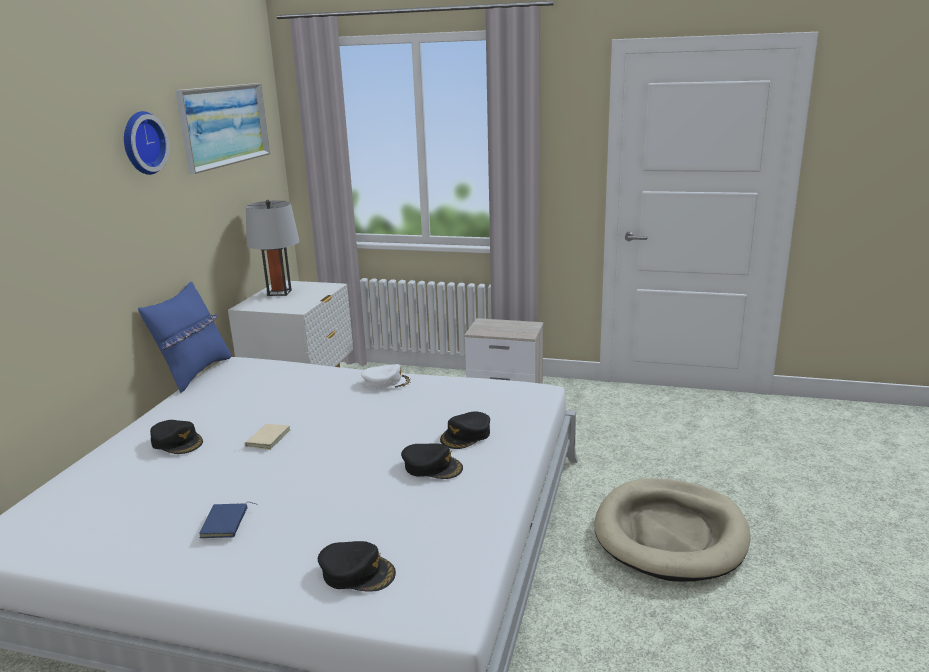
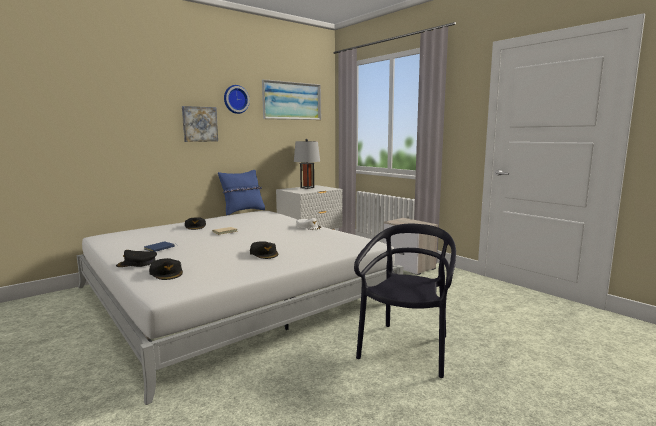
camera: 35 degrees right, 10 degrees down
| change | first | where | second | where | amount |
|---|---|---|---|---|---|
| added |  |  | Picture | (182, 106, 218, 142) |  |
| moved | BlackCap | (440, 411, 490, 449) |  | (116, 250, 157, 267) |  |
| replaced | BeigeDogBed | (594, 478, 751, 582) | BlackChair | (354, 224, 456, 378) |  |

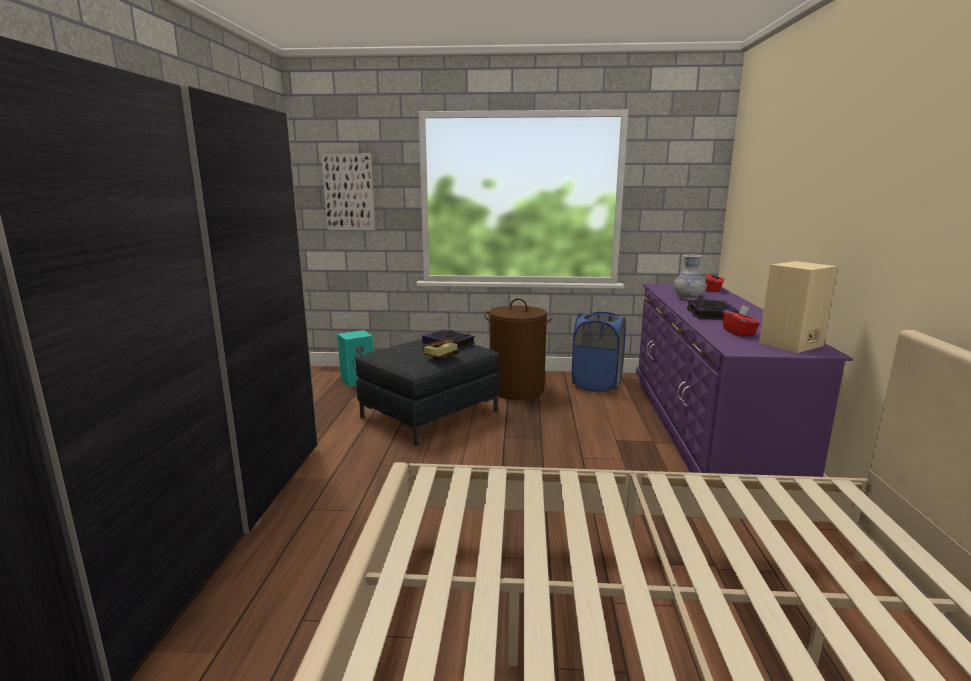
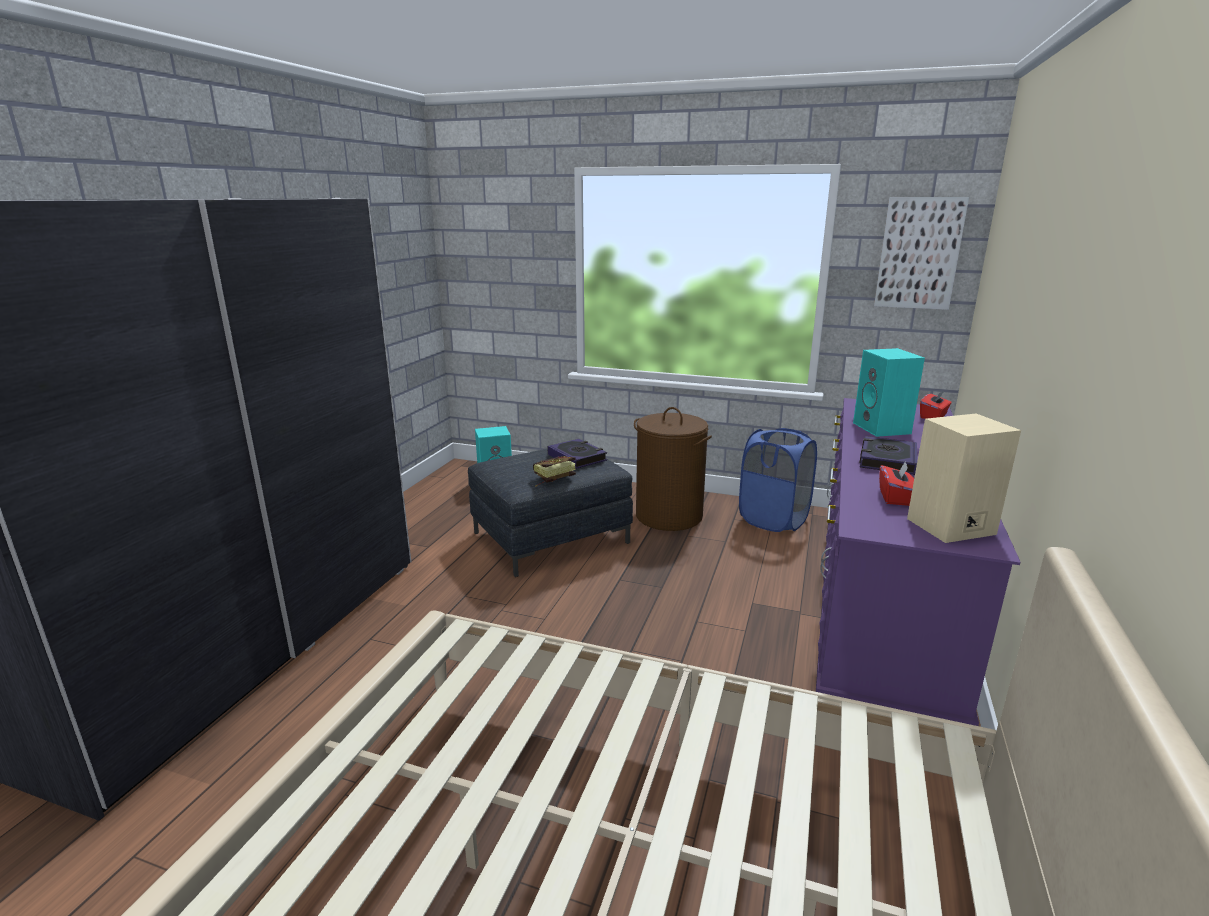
camera: 15 degrees right, 5 degrees up
| change | first | where | second | where | amount |
|---|---|---|---|---|---|
| moved | Picture | (321, 153, 375, 230) |  | (874, 197, 969, 310) |  |
| replaced | Vase | (673, 255, 707, 300) | TurquoiseSpeaker | (853, 348, 925, 437) |  |

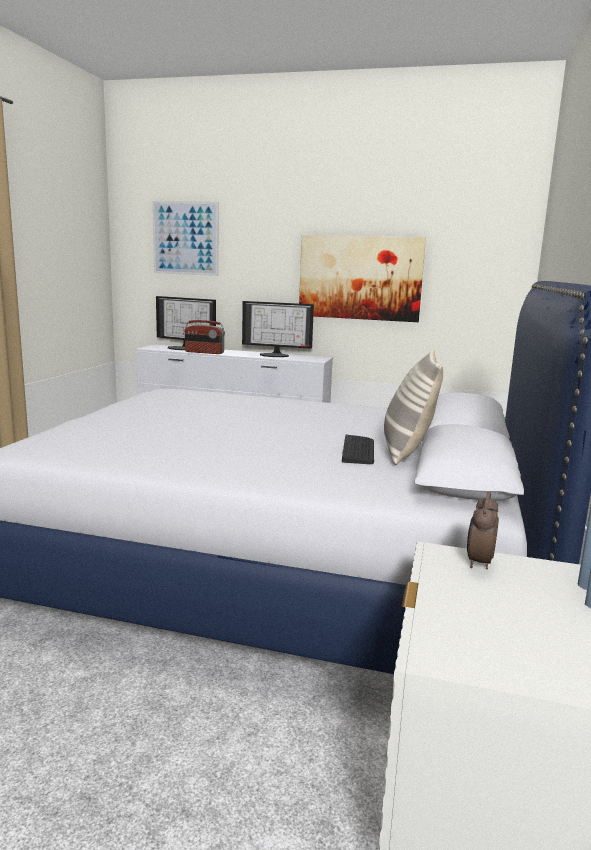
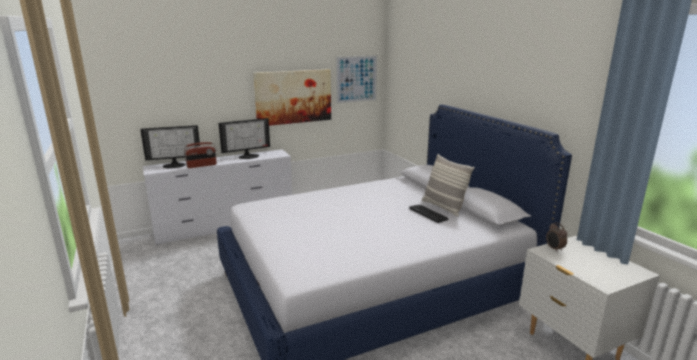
camera: 40 degrees left, 5 degrees up
| change | first | where | second | where | amount |
|---|---|---|---|---|---|
| moved | Picture | (152, 201, 218, 276) |  | (336, 55, 377, 104) |  |

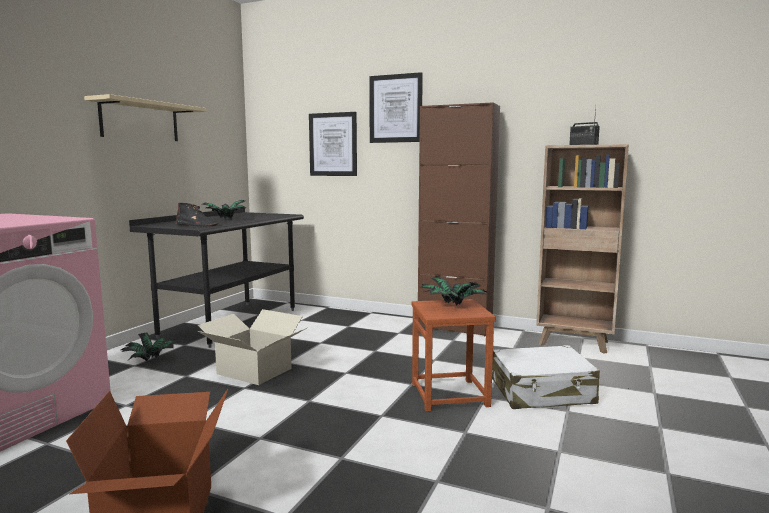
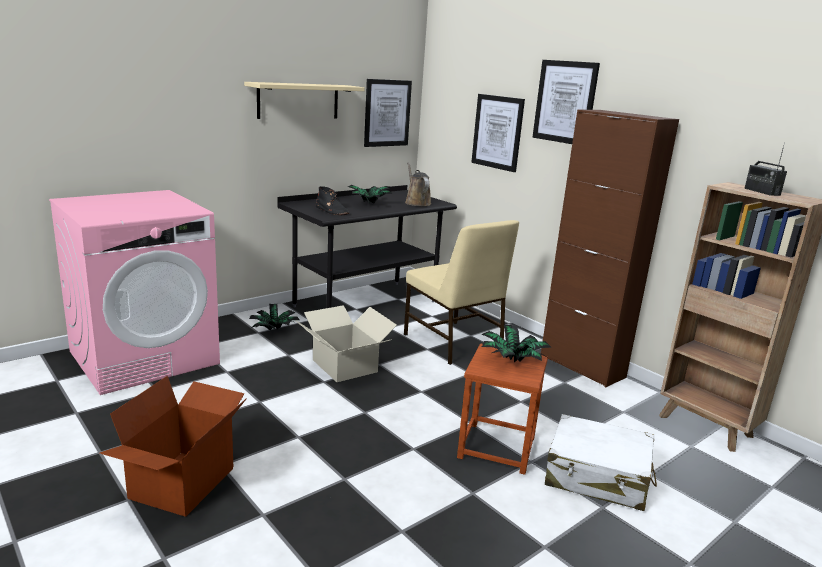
camera: 25 degrees right, 10 degrees up
| change | first | where | second | where | amount |
|---|---|---|---|---|---|
| added |  |  | Picture | (364, 79, 412, 147) |  |
| added |  |  | BeigeChair | (404, 220, 519, 365) |  |
| added |  |  | BrownWateringCan | (405, 162, 431, 206) |  |

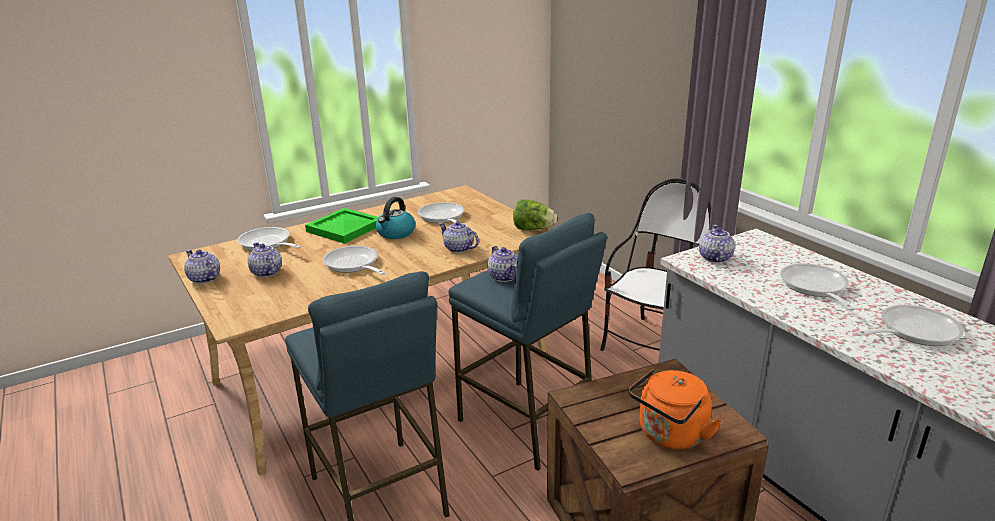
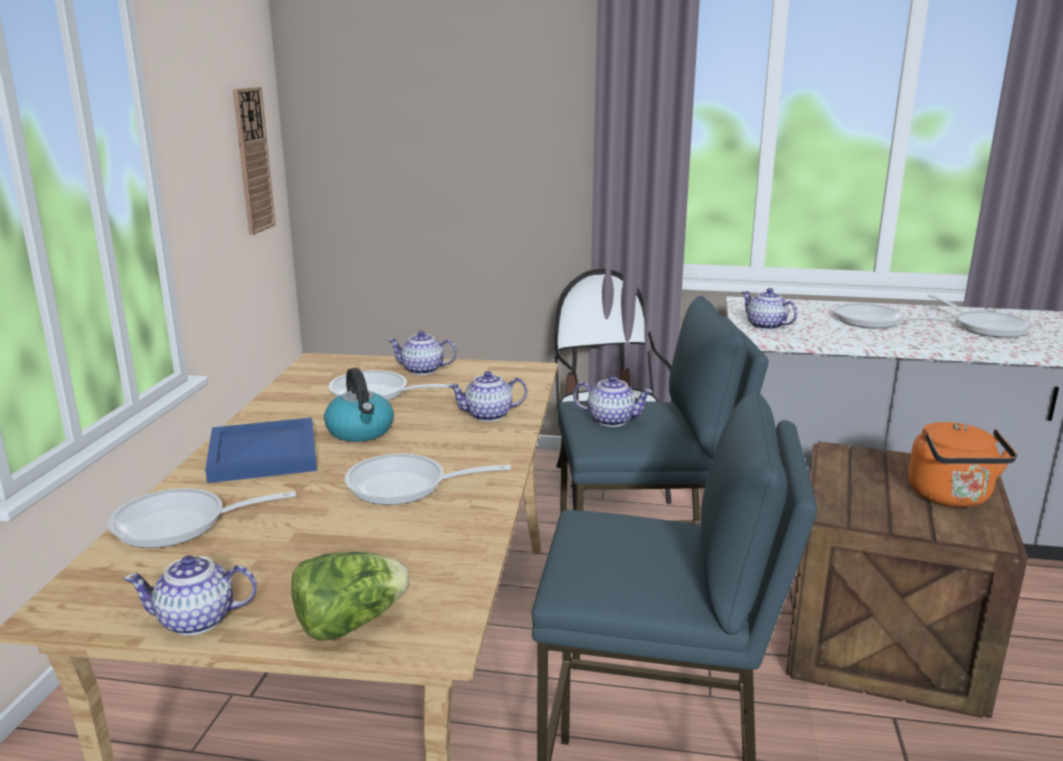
camera: 50 degrees left, 5 degrees down
| change | first | where | second | where | amount |
|---|---|---|---|---|---|
| added |  |  | WallClock | (233, 87, 276, 235) |  |
| moved | Teapot | (248, 242, 282, 277) |  | (387, 331, 457, 375) |  |
| moved | Lettuce | (513, 199, 557, 230) |  | (291, 552, 410, 641) |  |
| recoloured | GreenTray | (305, 208, 378, 244) | BlueTray | (205, 417, 317, 483) |  |
| turned | FryingPan | (855, 305, 964, 346) |  | (928, 294, 1033, 338) | 135 degrees clockwise |

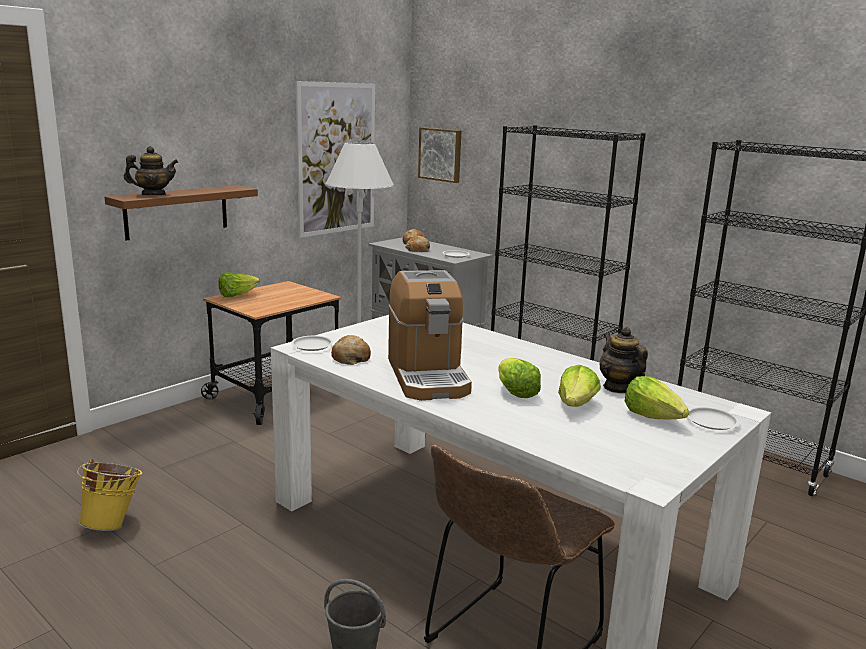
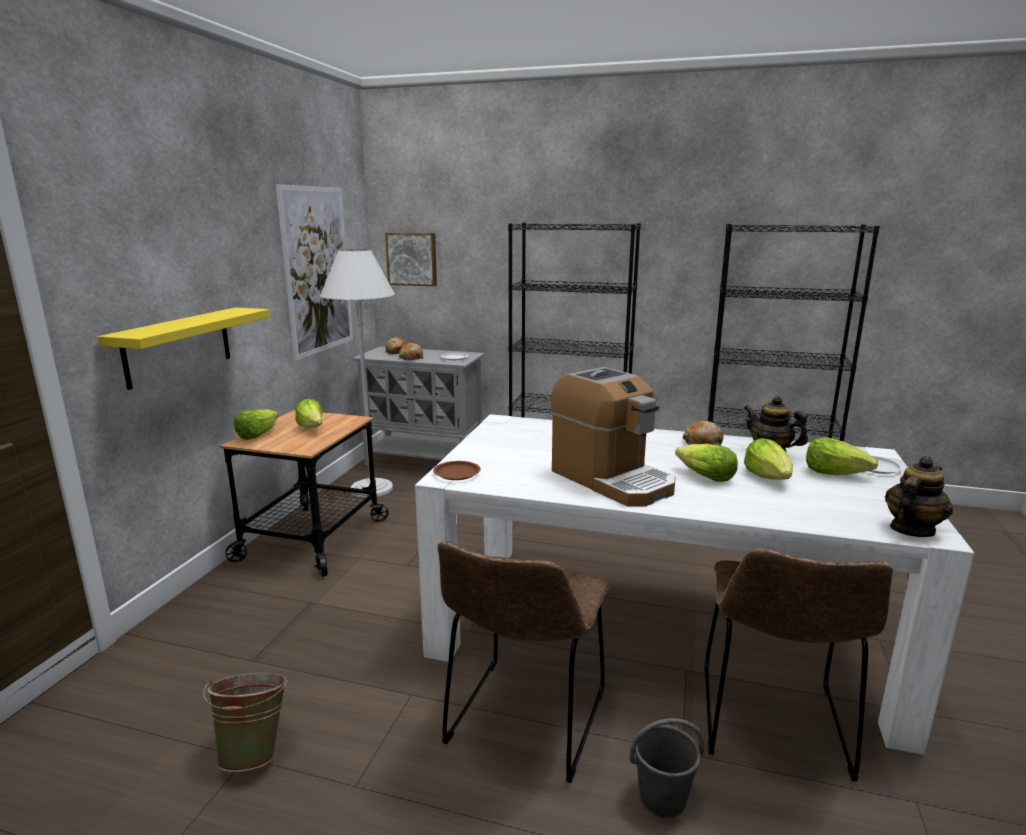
camera: 25 degrees left, 0 degrees up
| change | first | where | second | where | amount |
|---|---|---|---|---|---|
| added |  |  | Lettuce | (295, 399, 323, 428) |  |
| added |  |  | BrownChair | (438, 541, 610, 783) |  |
| moved | Teapot | (124, 146, 178, 195) |  | (885, 456, 953, 537) |  |
| moved | Bread | (331, 335, 371, 365) |  | (682, 421, 723, 446) |  |
| recoloured | YellowBucket | (77, 459, 142, 531) | GreenBucket | (203, 673, 288, 772) |  |
| recoloured | BrownShelf | (104, 185, 258, 241) | YellowShelf | (98, 308, 270, 390) |  |
| recoloured | WhitePlate | (291, 336, 333, 351) | BrownPlate | (433, 461, 481, 480) |  |

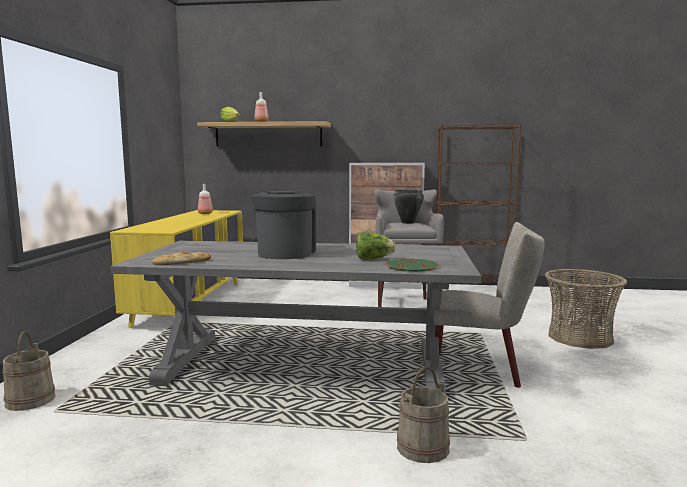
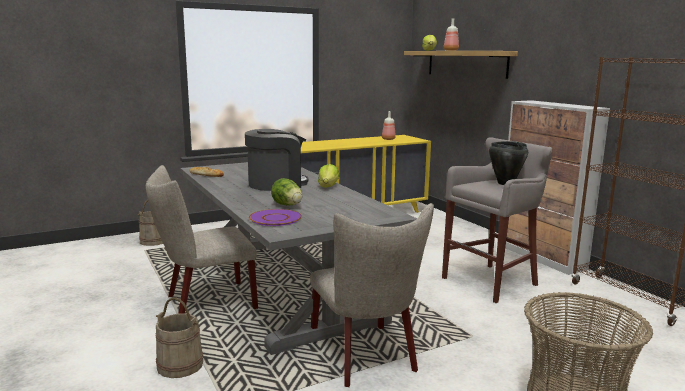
camera: 55 degrees right, 5 degrees up
| change | first | where | second | where | amount |
|---|---|---|---|---|---|
| added |  |  | BeigeChair | (146, 165, 258, 314) |  |
| added |  |  | Lettuce | (318, 164, 339, 187) |  |
| recoloured | GreenPlate | (385, 258, 439, 272) | PurplePlate | (249, 209, 302, 226) |  |

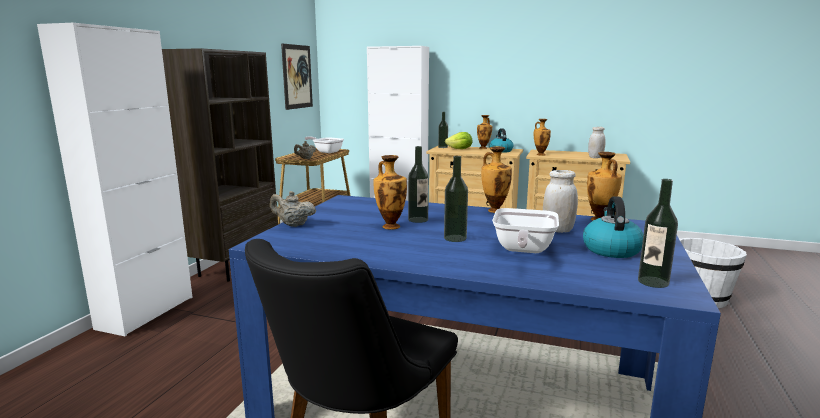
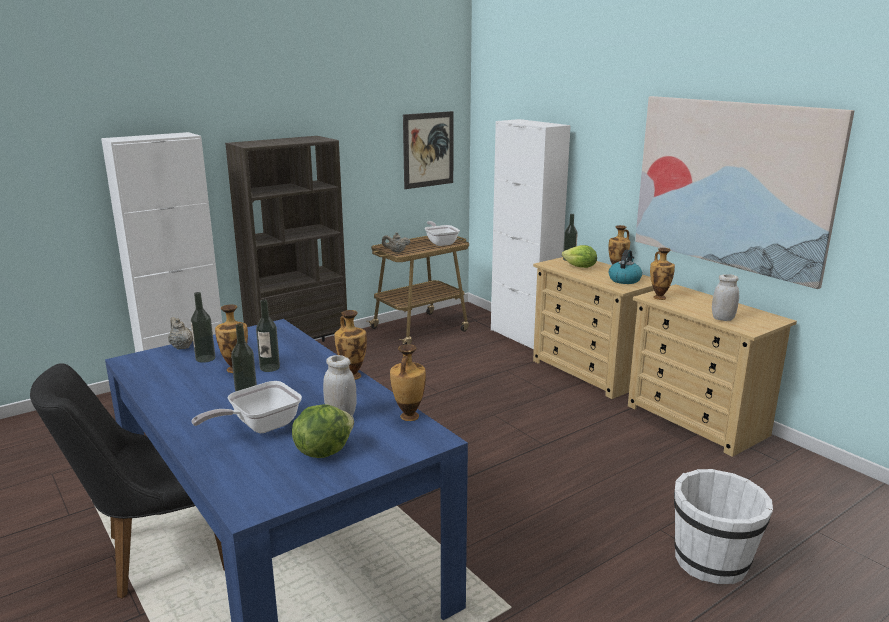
camera: 35 degrees right, 5 degrees up
| change | first | where | second | where | amount |
|---|---|---|---|---|---|
| added |  |  | Picture | (635, 96, 855, 289) |  |
| moved | Bottle | (638, 179, 678, 288) |  | (191, 292, 215, 363) |  |
| replaced | Kettle | (583, 196, 644, 258) | Lettuce | (292, 404, 354, 458) |  |

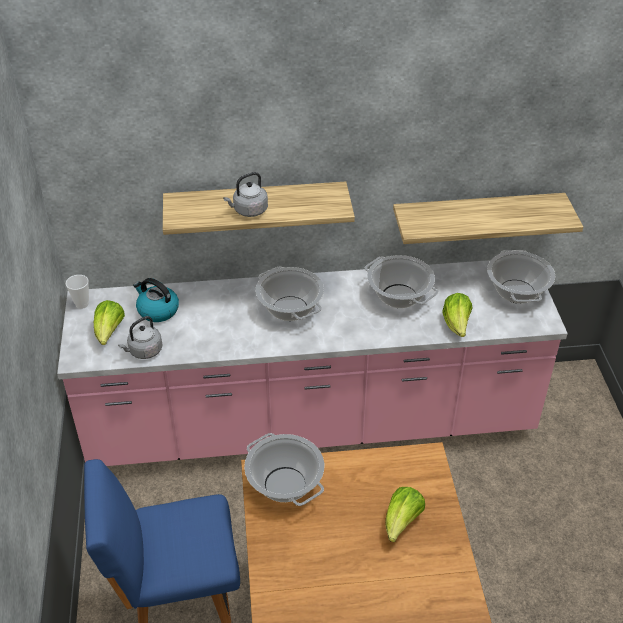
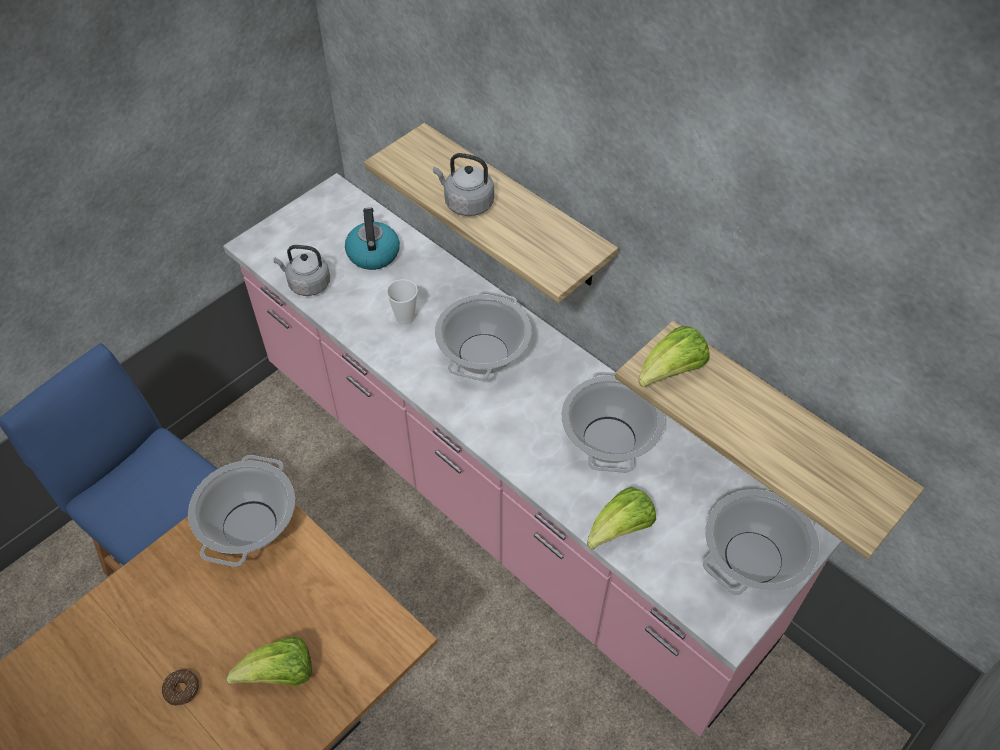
camera: 50 degrees right, 10 degrees up
| change | first | where | second | where | amount |
|---|---|---|---|---|---|
| added |  |  | Donut | (162, 669, 199, 706) |  |
| moved | Cup | (66, 275, 89, 309) |  | (387, 279, 418, 325) |  |
| moved | Lettuce | (94, 300, 125, 345) |  | (638, 326, 710, 387) |  |

